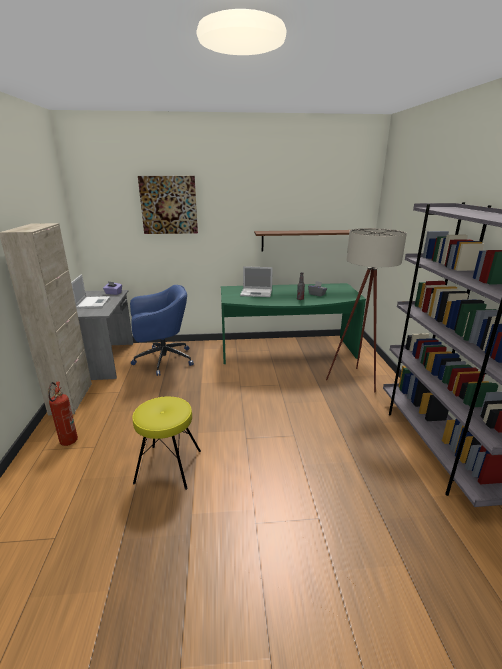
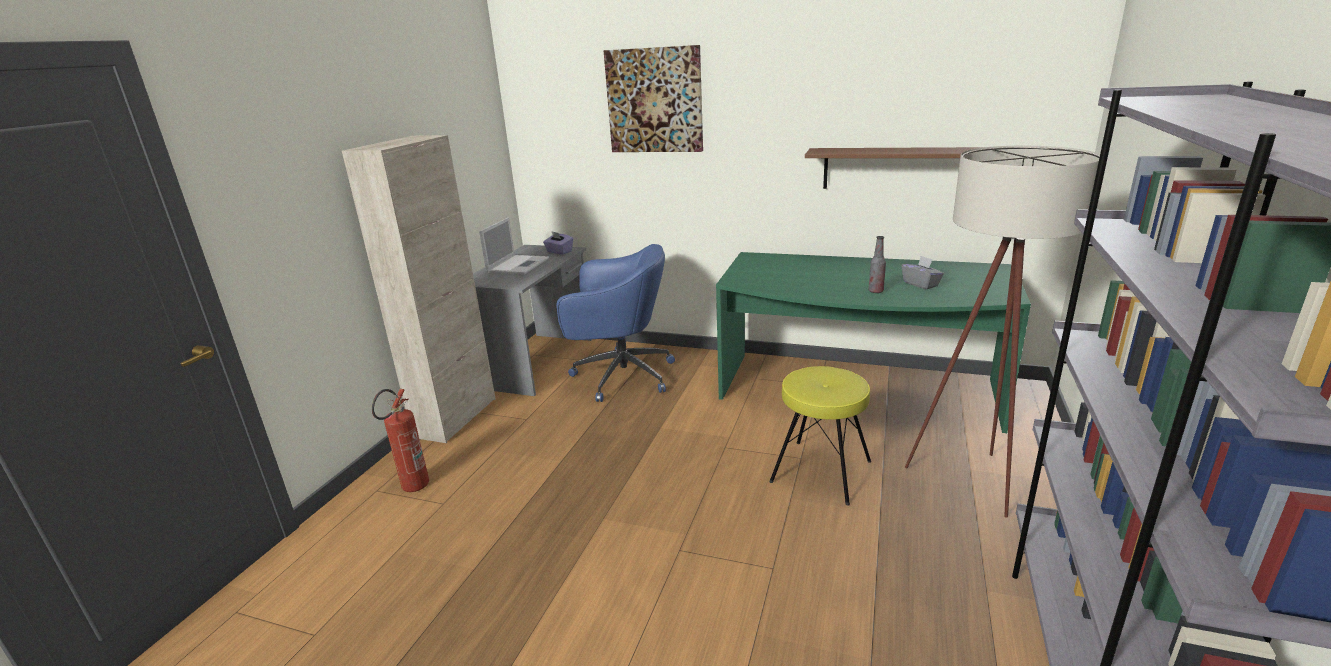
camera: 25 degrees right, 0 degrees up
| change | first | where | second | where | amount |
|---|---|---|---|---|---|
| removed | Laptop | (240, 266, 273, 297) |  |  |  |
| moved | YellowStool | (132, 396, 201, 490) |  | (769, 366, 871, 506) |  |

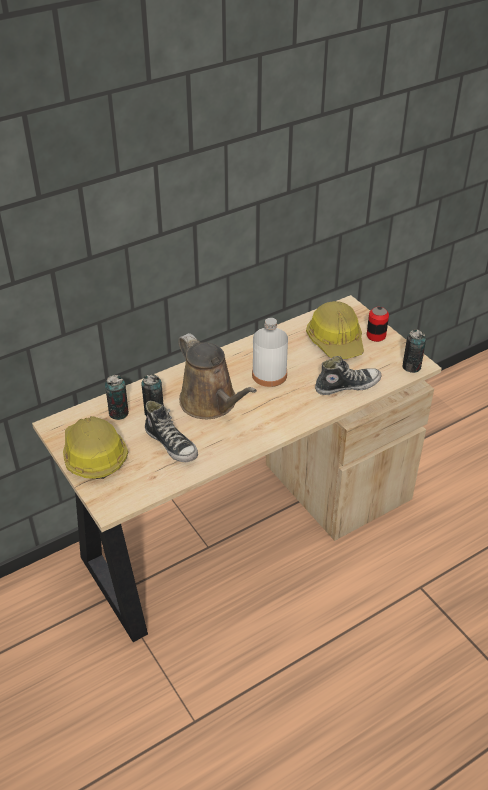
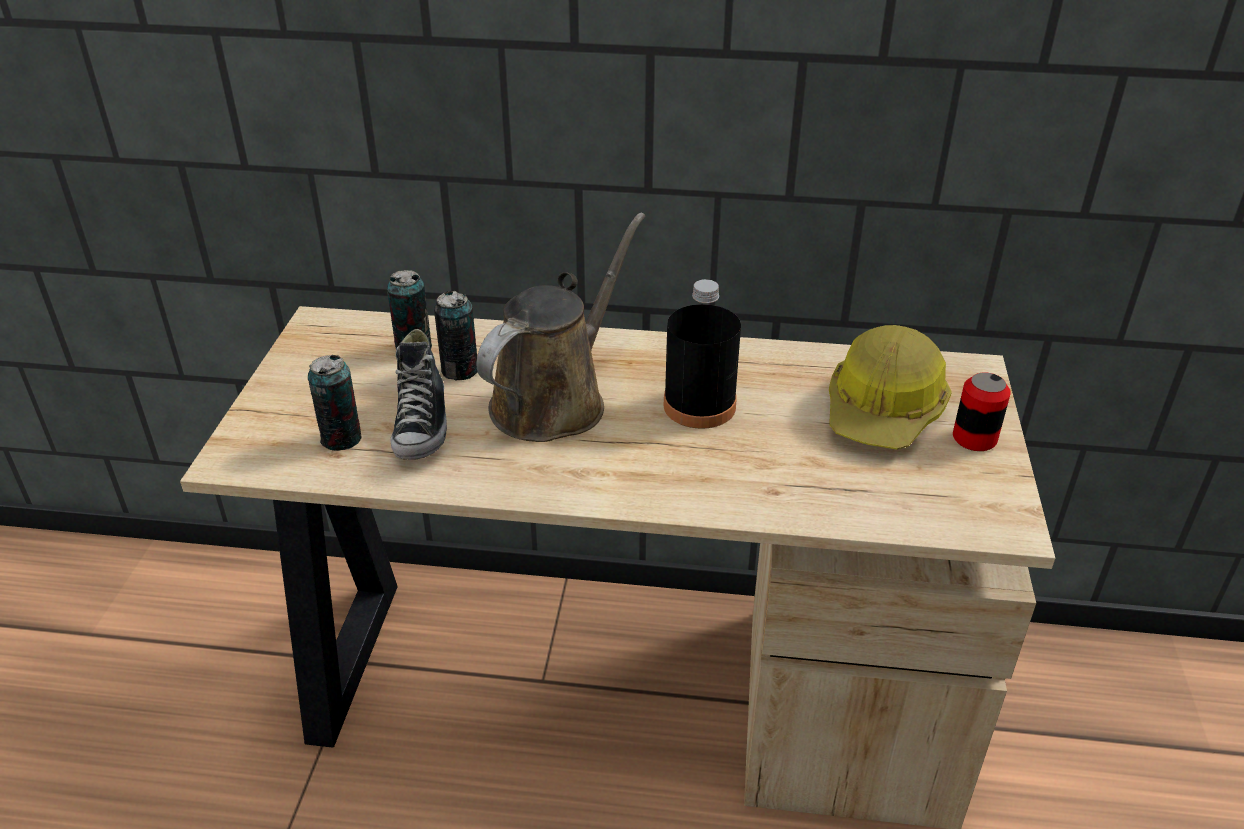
camera: 40 degrees right, 5 degrees down
| change | first | where | second | where | amount |
|---|---|---|---|---|---|
| removed | HardHat | (63, 416, 128, 479) |  |  |  |
| removed | Shoe | (315, 356, 381, 395) |  |  |  |
| moved | Can | (403, 329, 426, 373) |  | (308, 355, 361, 451) |  |
| recoloured | WhiteBottle | (252, 318, 288, 387) | BlackBottle | (663, 279, 741, 429) |  |
| turned | BrownWateringCan | (178, 333, 257, 419) |  | (477, 213, 645, 442) | 150 degrees counterclockwise |

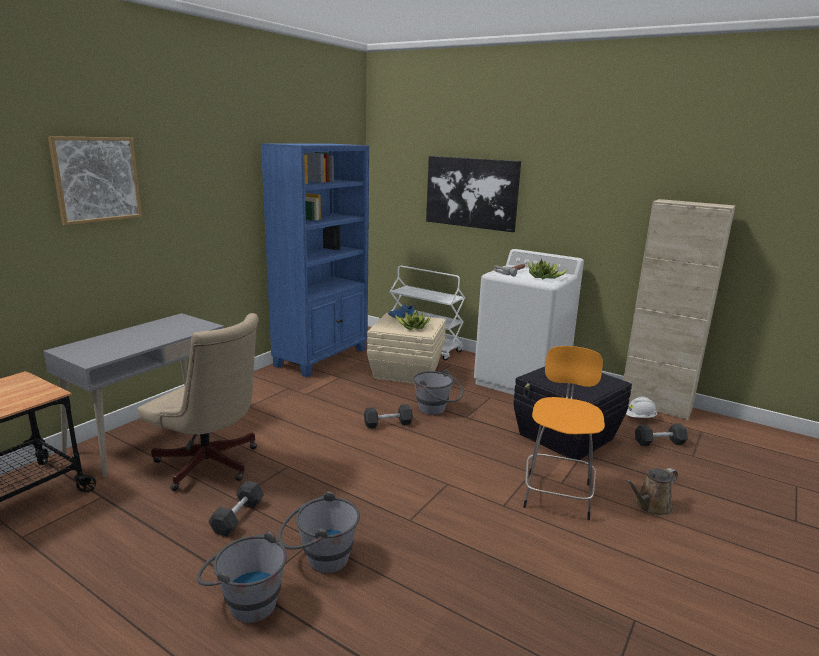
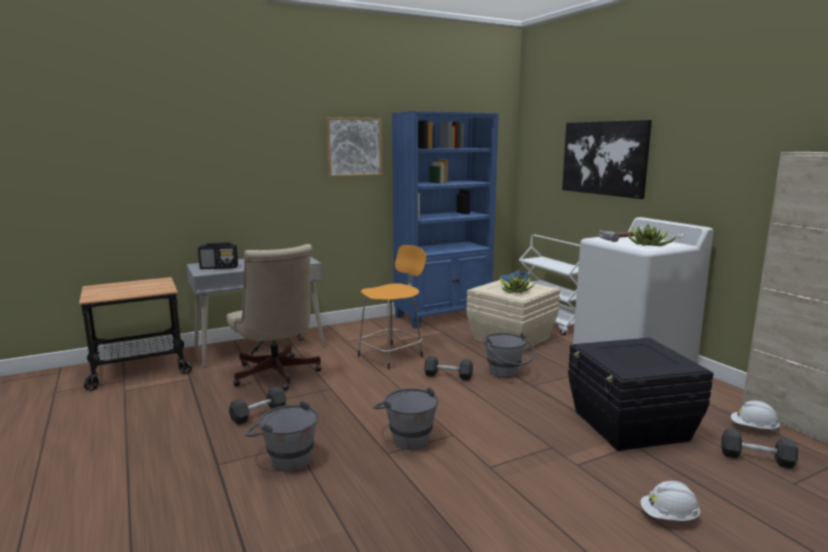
camera: 30 degrees right, 5 degrees down
| change | first | where | second | where | amount |
|---|---|---|---|---|---|
| added |  |  | Radio | (198, 242, 238, 269) |  |
| moved | Picture | (48, 136, 142, 225) |  | (326, 117, 382, 177) |  |
| moved | GreyBucket | (197, 531, 287, 623) |  | (373, 386, 439, 450) |  |
| moved | OrangeStool | (523, 346, 605, 520) |  | (358, 245, 426, 369) |  |
| replaced | BrownWateringCan | (625, 468, 678, 516) | WhiteHardHat | (641, 481, 700, 521) |  |

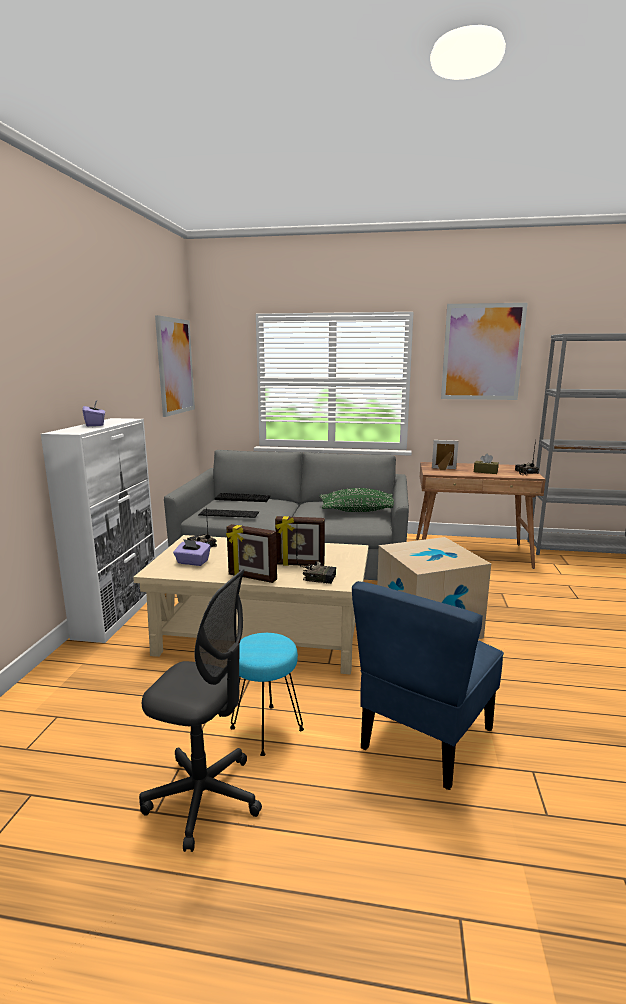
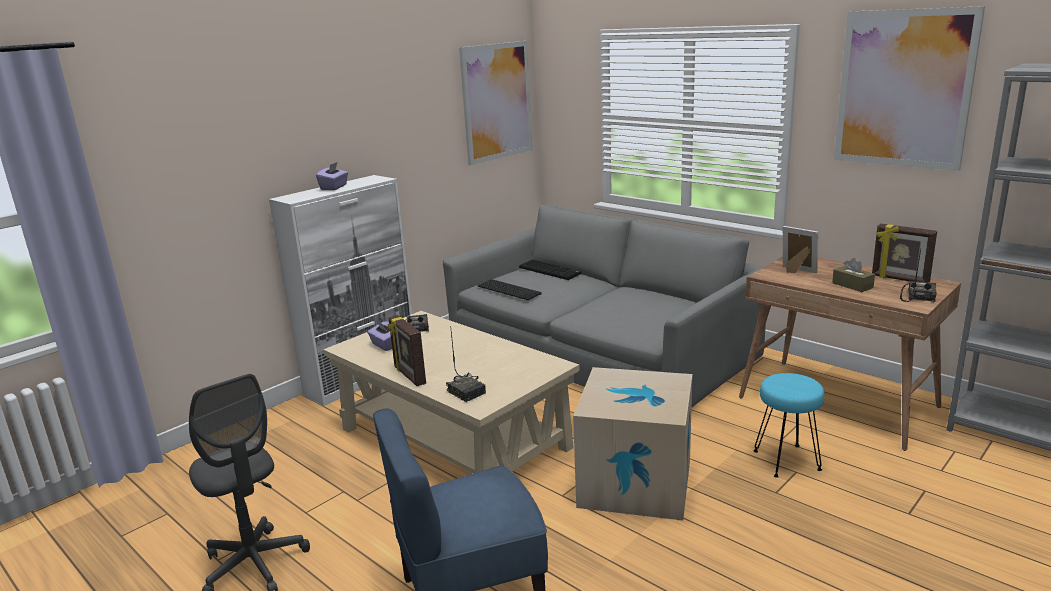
camera: 35 degrees right, 5 degrees up
| change | first | where | second | where | amount |
|---|---|---|---|---|---|
| removed | GreenPillow | (319, 488, 394, 512) |  |  |  |
| moved | TurquoiseStool | (230, 633, 304, 756) |  | (753, 373, 824, 478) |  |
| moved | PictureFrame | (275, 516, 325, 566) |  | (872, 224, 937, 283) |  |

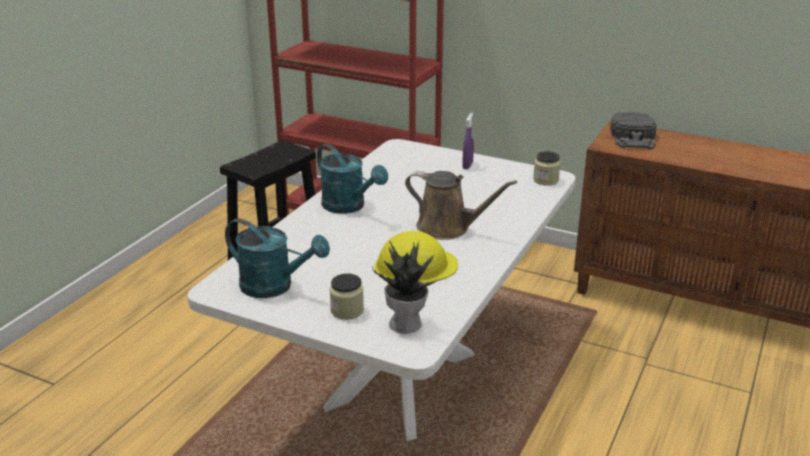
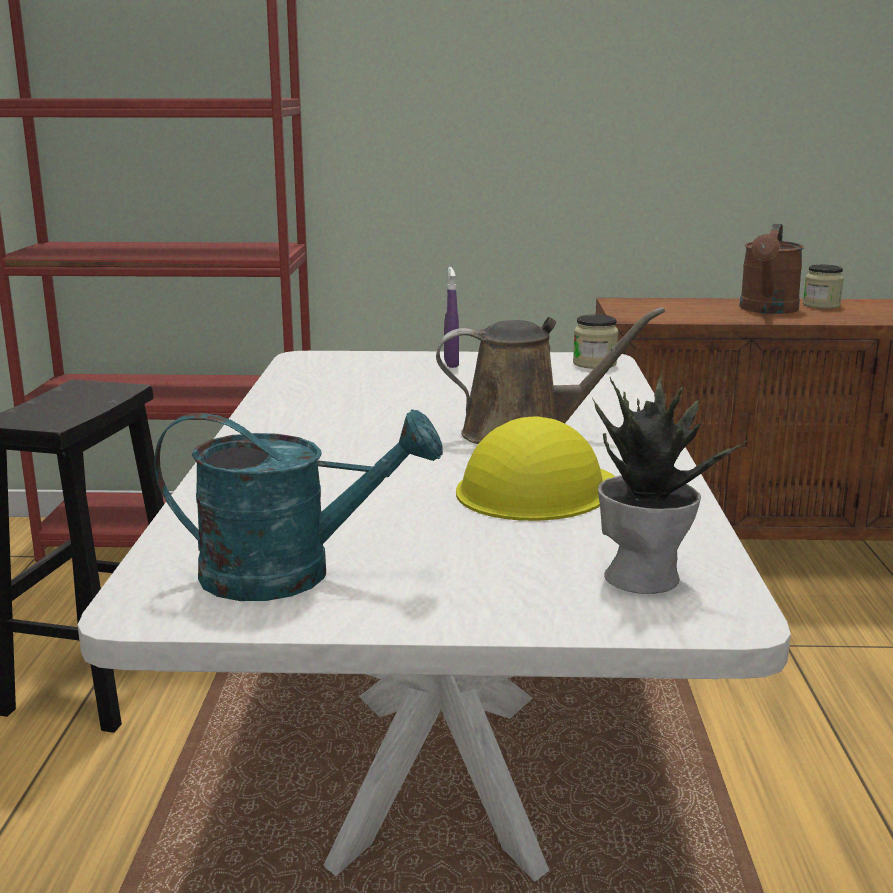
camera: 25 degrees left, 10 degrees down
| change | first | where | second | where | amount |
|---|---|---|---|---|---|
| removed | TurquoiseWateringCan | (317, 143, 388, 214) |  |  |  |
| removed | BlackCap | (610, 112, 656, 149) |  |  |  |
| added |  |  | BrownWateringCan | (739, 224, 804, 314) |  |
| moved | Jar | (330, 273, 364, 320) |  | (803, 264, 844, 309) |  |

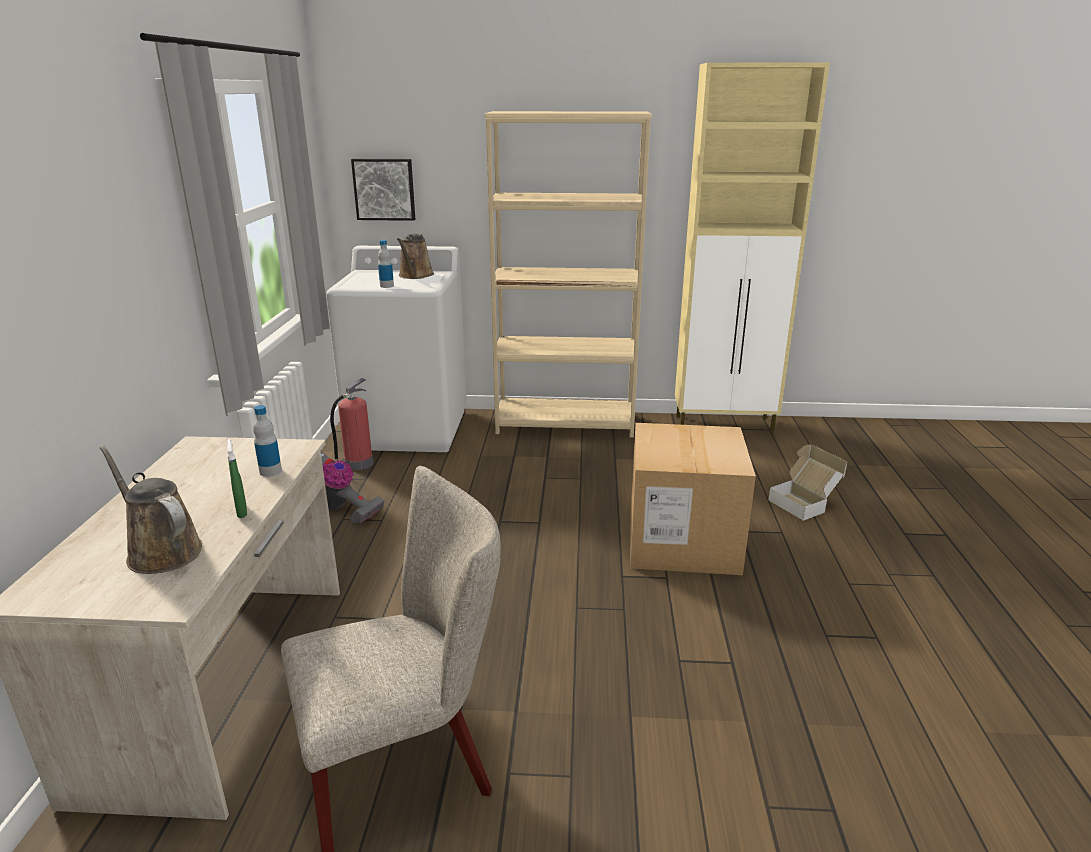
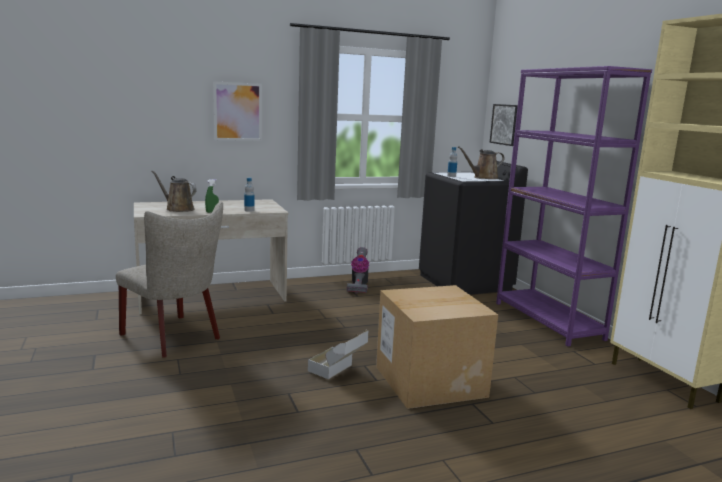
camera: 65 degrees right, 10 degrees down
| change | first | where | second | where | amount |
|---|---|---|---|---|---|
| removed | FireExtinguisher | (330, 378, 373, 470) |  |  |  |
| added |  |  | Picture | (213, 81, 262, 141) |  |
| moved | CardboardBox | (768, 444, 847, 521) |  | (308, 330, 368, 379) |  |
| recoloured | WhiteWashingMachine | (326, 246, 467, 452) | BlackWashingMachine | (419, 161, 528, 295) |  |
| recoloured | BeigeBookcase | (485, 111, 652, 438) | PurpleBookcase | (496, 66, 652, 346) |  |
| turned | BrownWateringCan | (99, 445, 202, 574) |  | (151, 170, 197, 212) | 75 degrees counterclockwise |

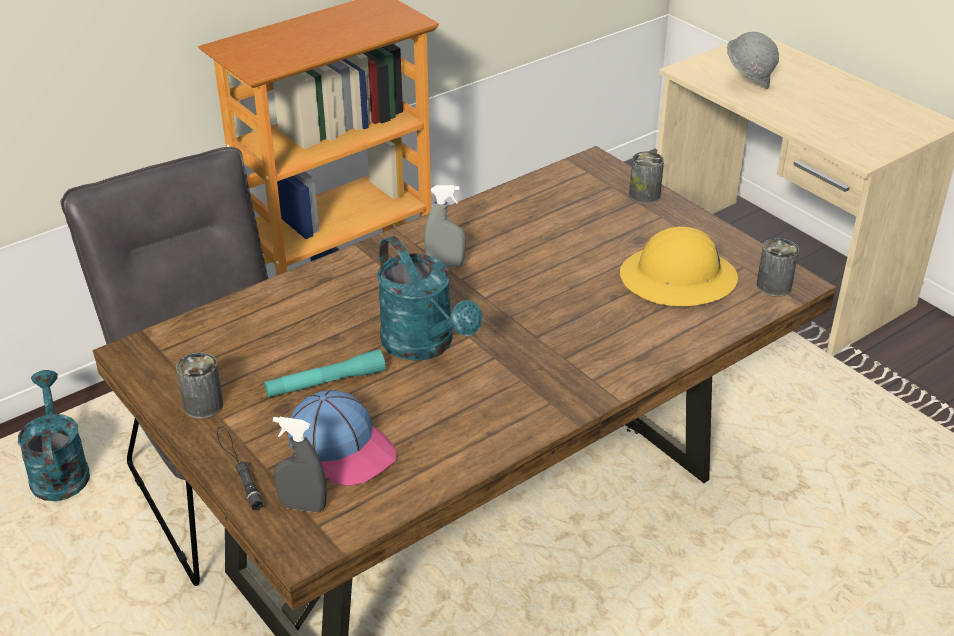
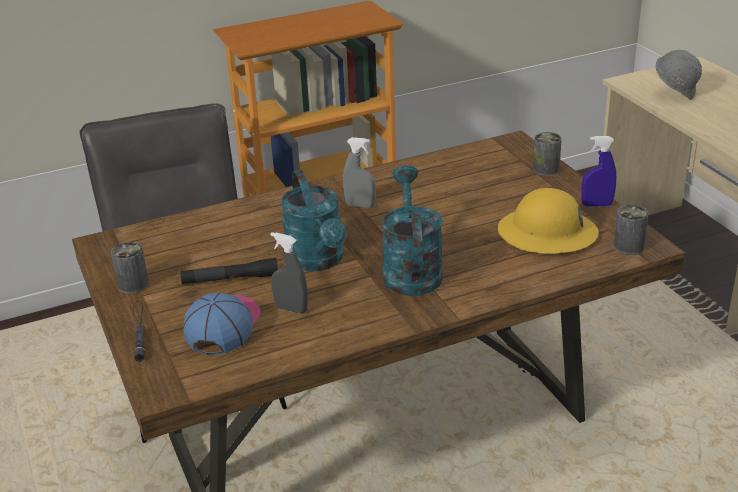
camera: 15 degrees right, 5 degrees down
| change | first | where | second | where | amount |
|---|---|---|---|---|---|
| added |  |  | BlueSprayBottle | (581, 136, 616, 207) |  |
| moved | TurquoiseWateringCan | (18, 370, 90, 501) |  | (382, 165, 443, 296) |  |
| moved | GreySprayBottle | (273, 417, 327, 513) |  | (270, 232, 308, 314) |  |
| recoloured | TurquoiseFlashlight | (264, 349, 386, 398) | BlackFlashlight | (180, 258, 278, 284) |  |
| turned | Cap | (287, 390, 397, 486) |  | (183, 292, 261, 355) | 135 degrees counterclockwise |

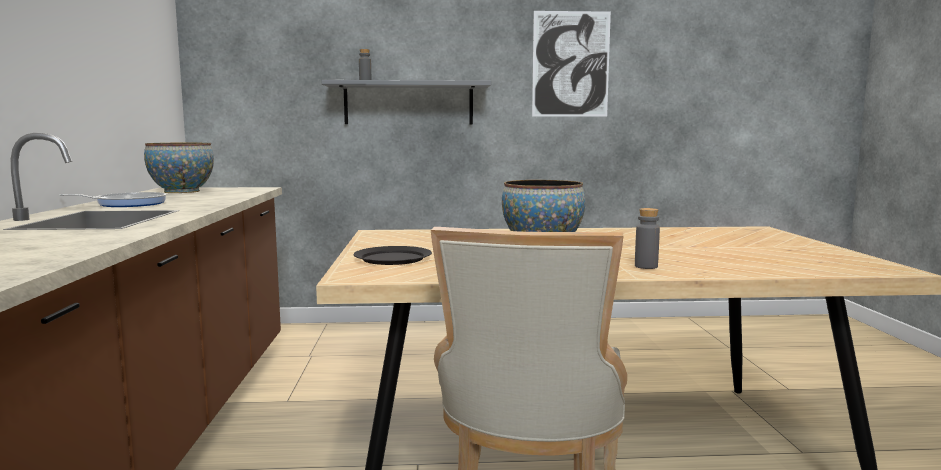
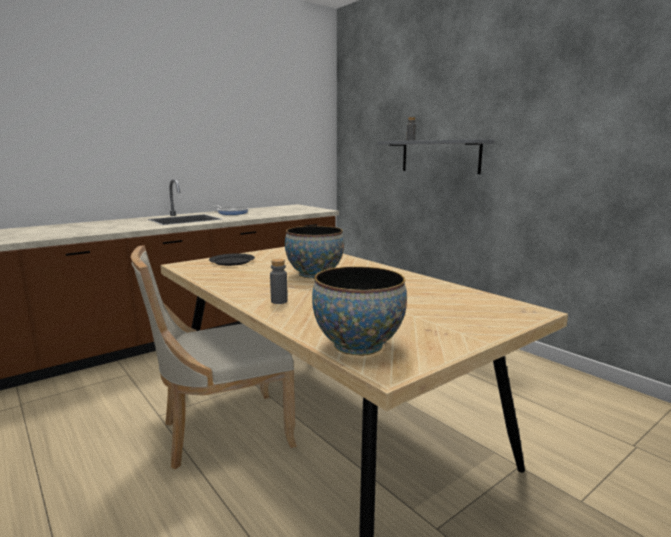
camera: 55 degrees right, 5 degrees up
| change | first | where | second | where | amount |
|---|---|---|---|---|---|
| removed | Picture | (532, 11, 611, 117) |  |  |  |
| moved | Bowl | (144, 142, 214, 193) |  | (312, 266, 407, 356) |  |

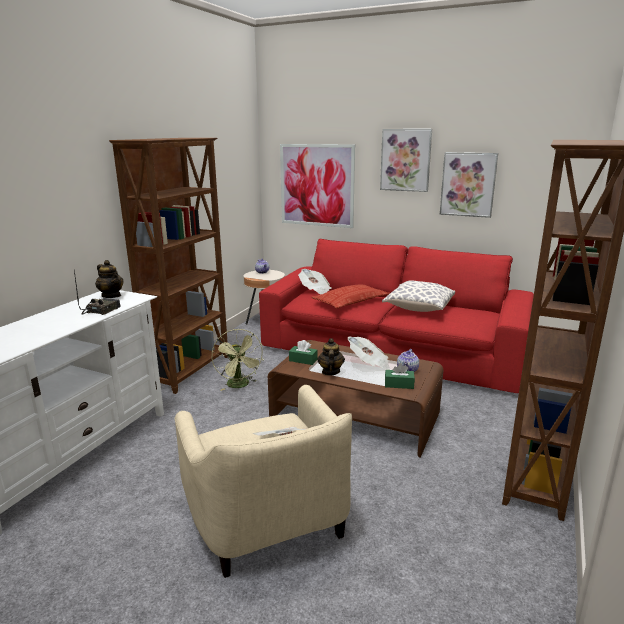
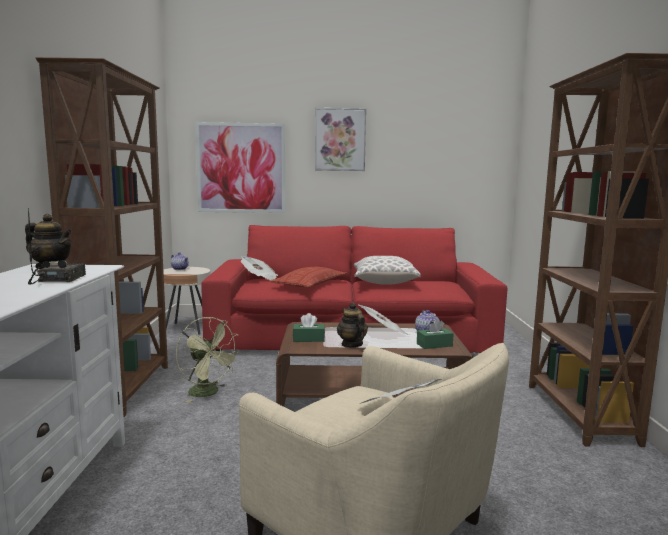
camera: 25 degrees left, 10 degrees down
| change | first | where | second | where | amount |
|---|---|---|---|---|---|
| removed | Picture | (440, 152, 498, 218) |  |  |  |

